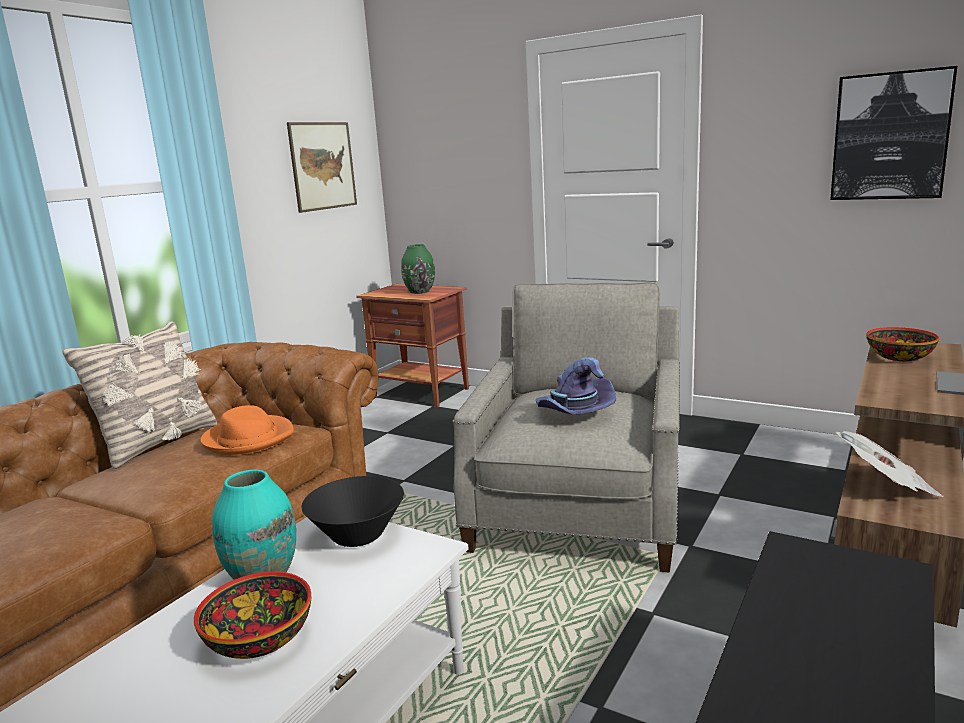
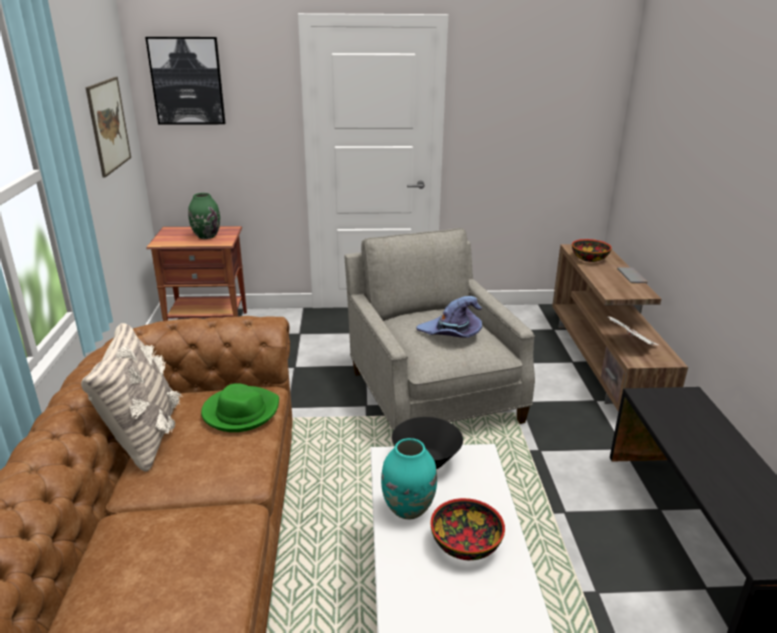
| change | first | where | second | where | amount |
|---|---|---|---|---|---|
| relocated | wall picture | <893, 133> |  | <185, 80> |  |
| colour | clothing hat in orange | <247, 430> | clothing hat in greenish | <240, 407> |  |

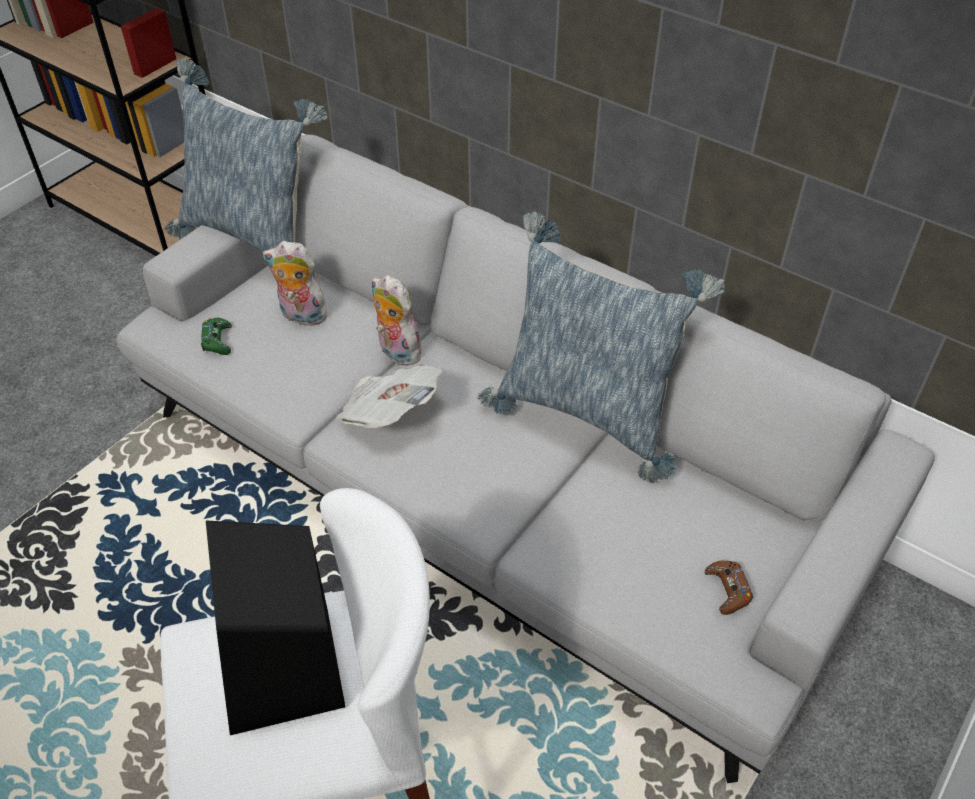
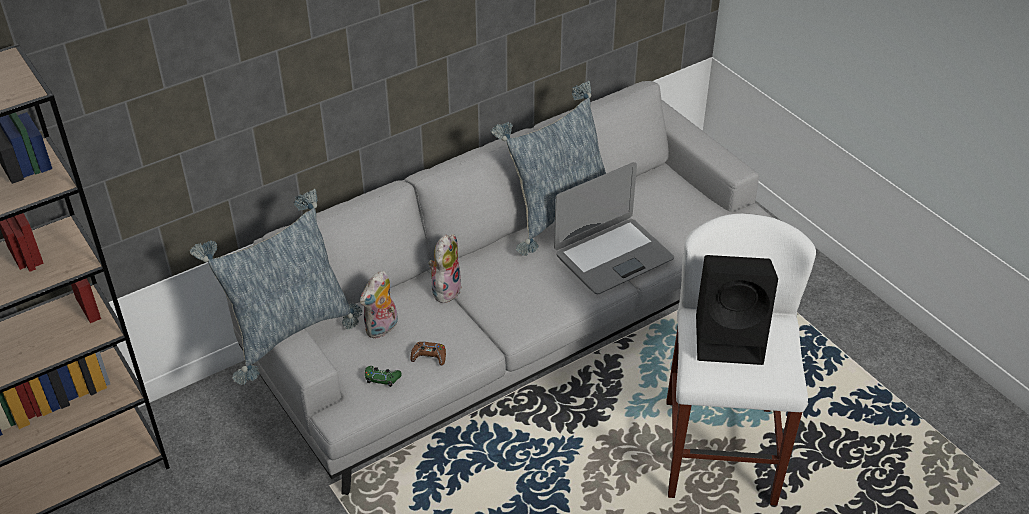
| change | first | where | second | where | amount |
|---|---|---|---|---|---|
| relocated | joypad in brown-coloured | <729, 588> |  | <428, 353> |  |
| spun | soft toy | <397, 320> |  | <445, 268> | 135 degrees clockwise |
| appeared |  |  | laptop | <614, 228> |  |
| missing | printed paper | <388, 396> |  |  |  |

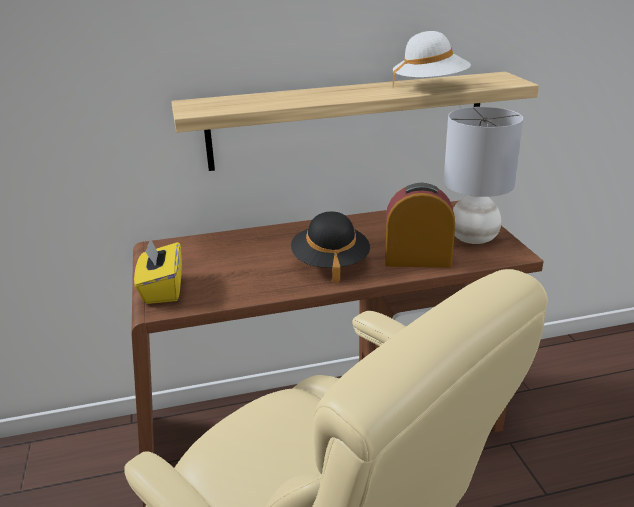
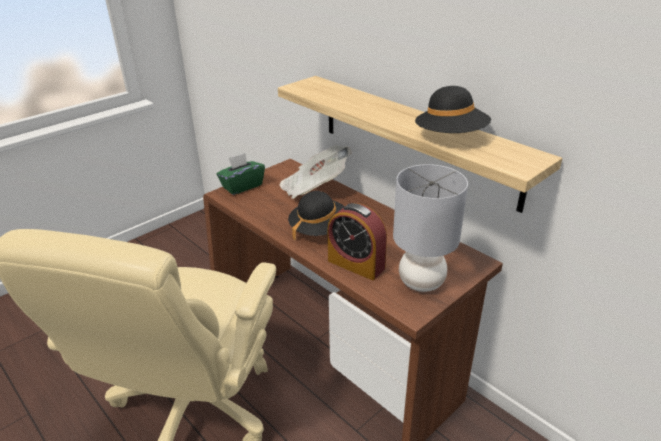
| change | first | where | second | where | amount |
|---|---|---|---|---|---|
| colour | tissue holder in yellow-coloured | <158, 271> | tissue holder in greenish | <241, 174> |  |
| appeared |  |  | printed paper | <315, 172> |  |
| spun | table clock | <420, 225> |  | <357, 241> | 150 degrees clockwise |
| colour | clothing hat in white | <432, 59> | clothing hat in blackish | <453, 109> |  |

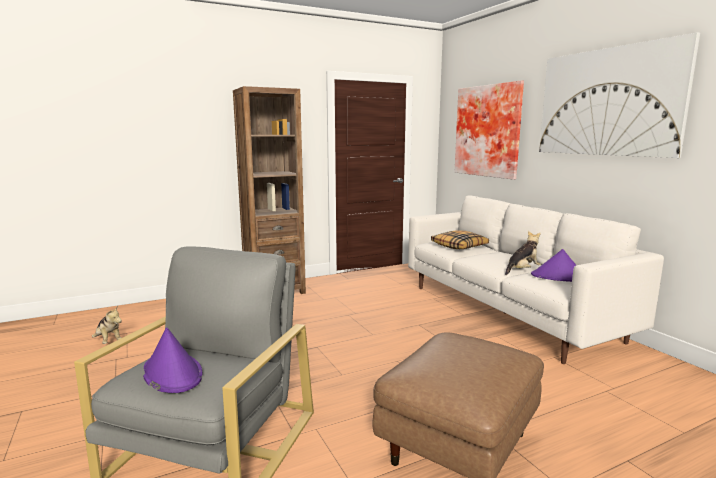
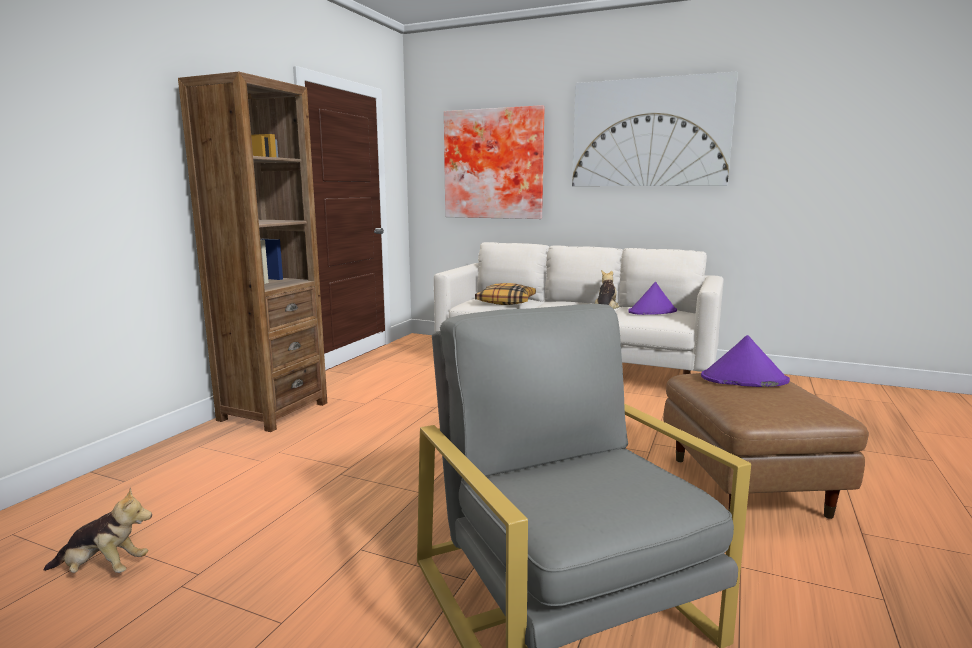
| change | first | where | second | where | amount |
|---|---|---|---|---|---|
| relocated | clothing hat in purplish | <172, 360> |  | <745, 361> |  |

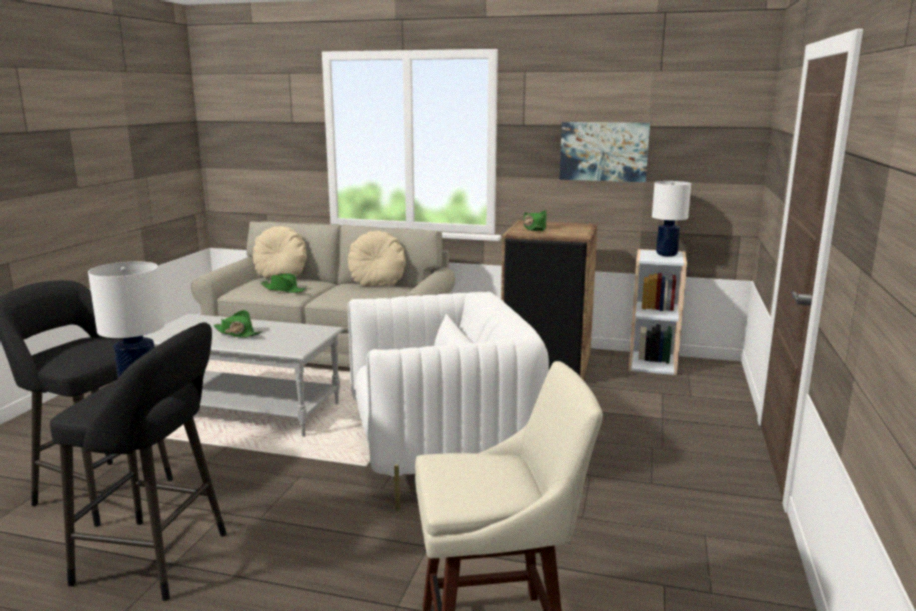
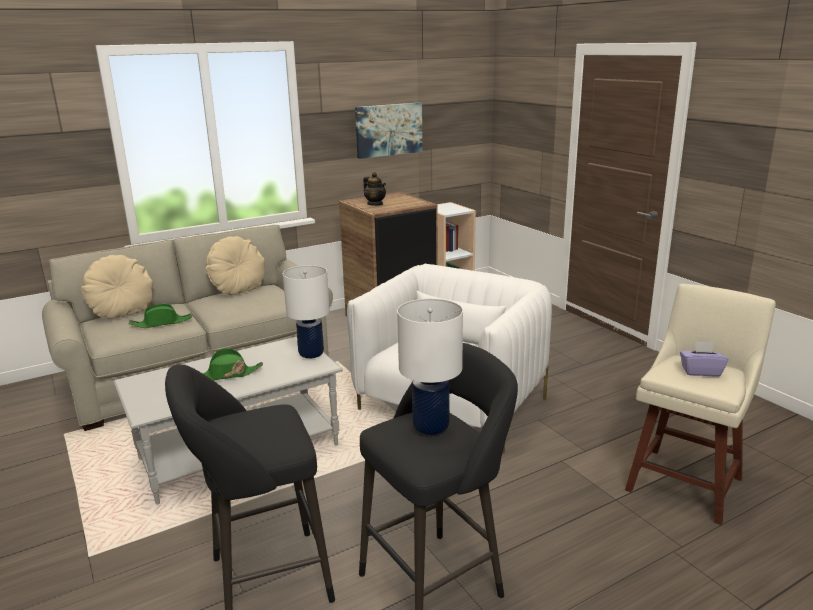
| change | first | where | second | where | amount |
|---|---|---|---|---|---|
| relocated | tabletop lamp in white | <671, 219> |  | <306, 311> |  |
| exchanged | clothing hat in greenish | <535, 220> | tea pot | <374, 189> |  |
| appeared |  |  | tissue holder in purplish | <704, 359> |  |

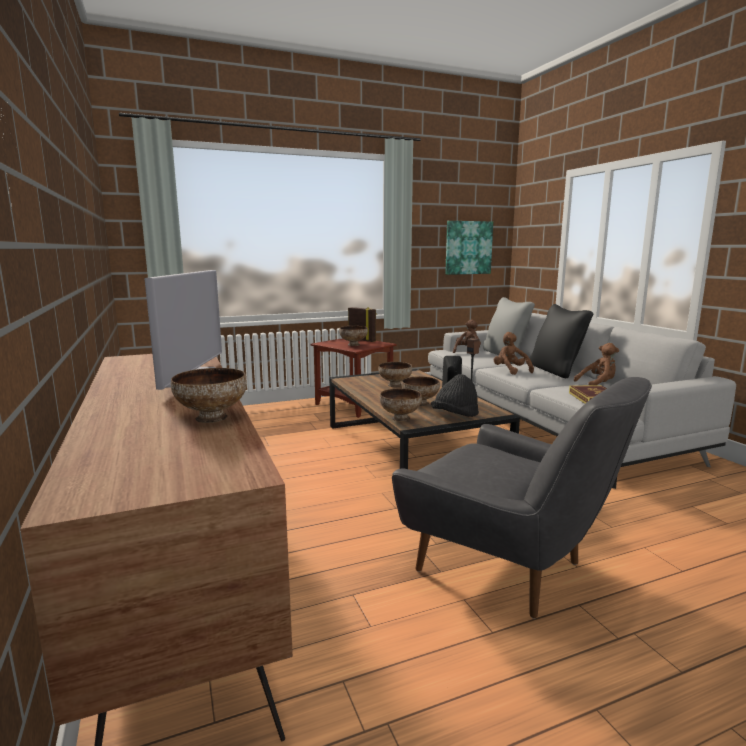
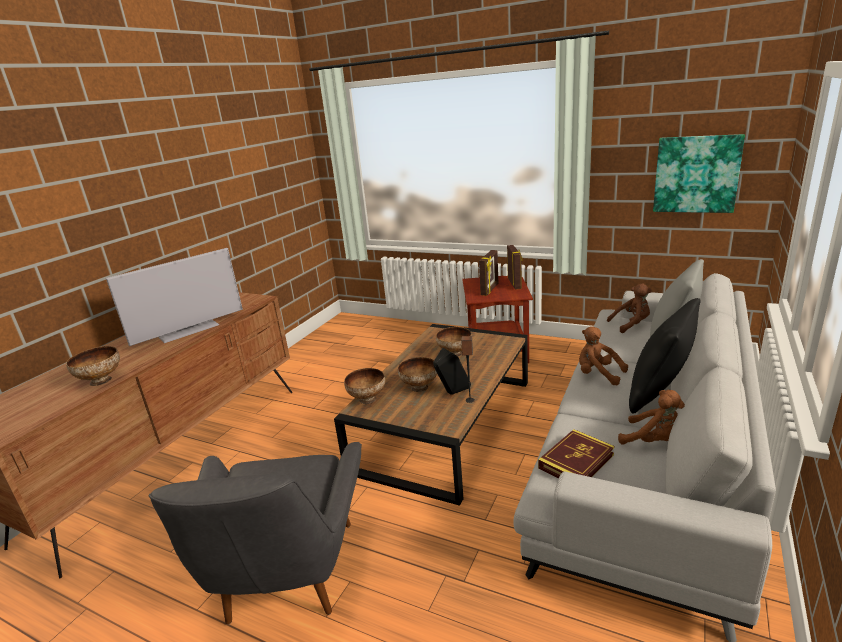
| change | first | where | second | where | amount |
|---|---|---|---|---|---|
| exchanged | deep dish | <353, 336> | photo frame | <488, 273> |  |
| spun | soft toy in brown-coloured | <514, 353> |  | <603, 356> | 75 degrees counterclockwise |
| missing | clothing hat in blackish | <455, 395> |  |  |  |

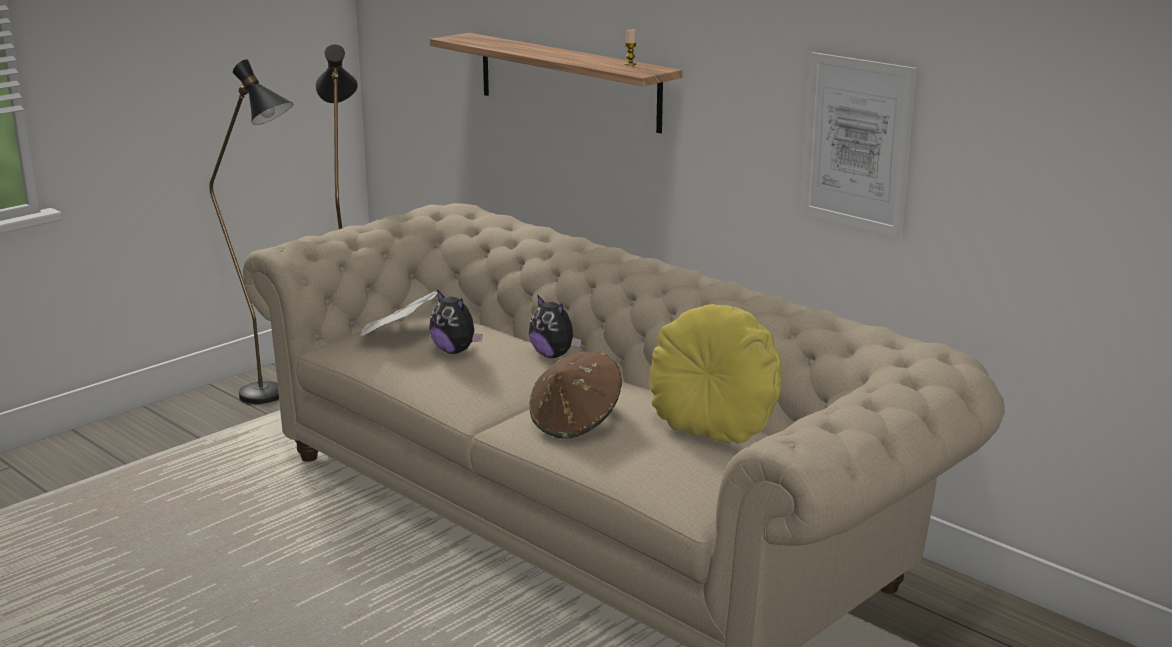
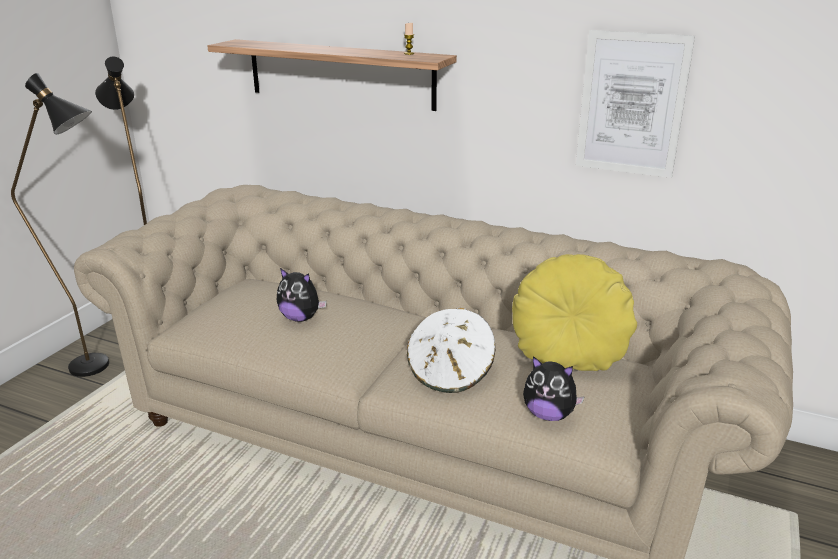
| change | first | where | second | where | amount |
|---|---|---|---|---|---|
| colour | clothing hat in brown-coloured | <575, 395> | clothing hat in white | <451, 350> |  |
| relocated | soft toy | <555, 326> |  | <554, 388> |  |
| missing | printed paper | <397, 315> |  |  |  |

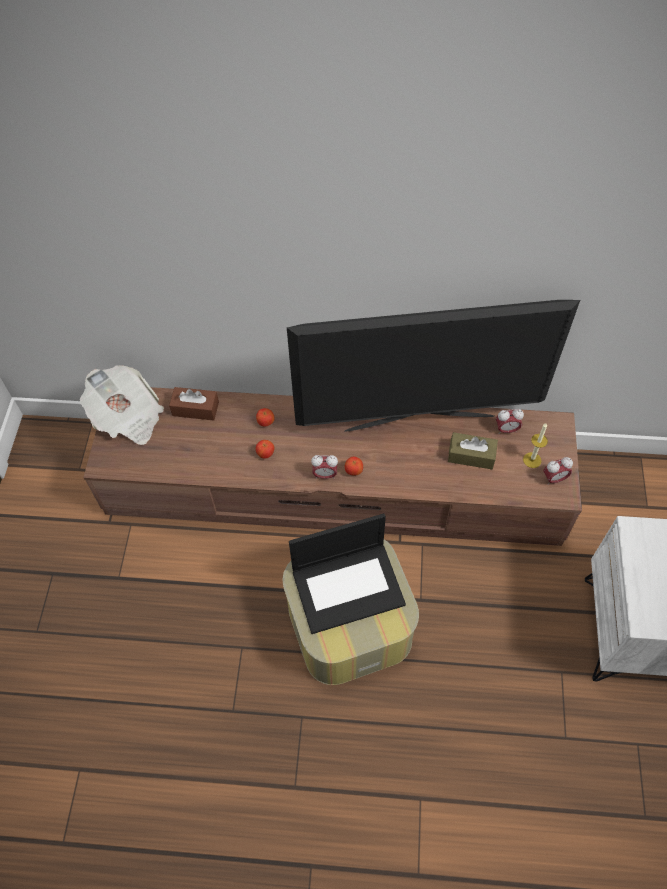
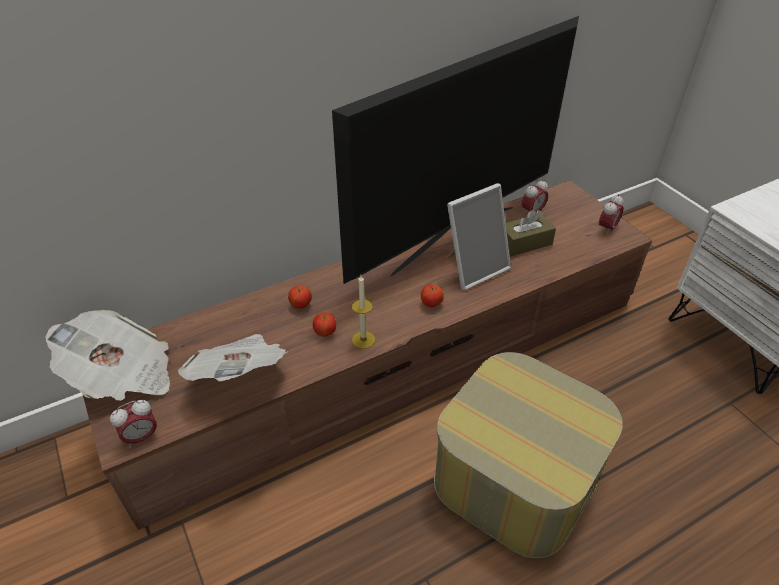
| change | first | where | second | where | amount |
|---|---|---|---|---|---|
| relocated | table clock | <324, 467> |  | <133, 424> |  |
| appeared |  |  | printed paper | <233, 358> |  |
| relocated | candle | <535, 445> |  | <363, 312> |  |
| appeared |  |  | photo frame | <479, 237> |  |
| missing | tissue holder in brown-coloured | <194, 404> |  |  |  |
| missing | laptop | <347, 573> |  |  |  |

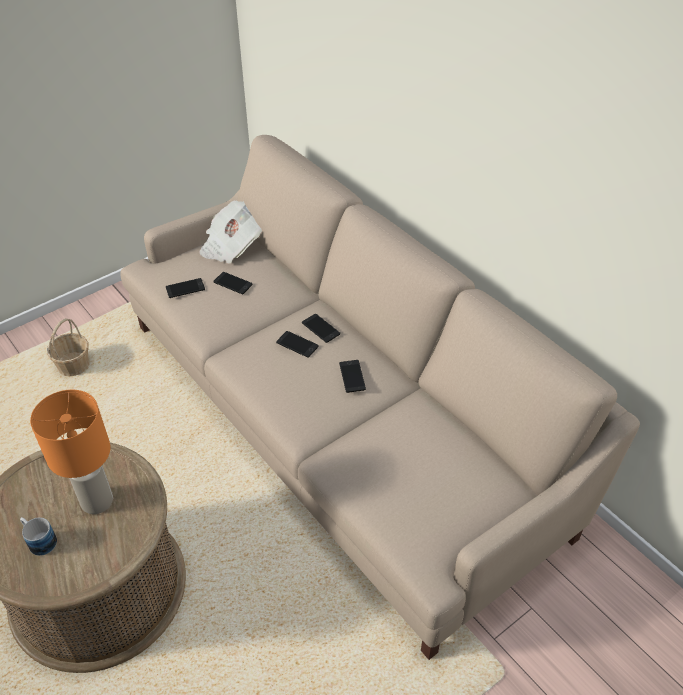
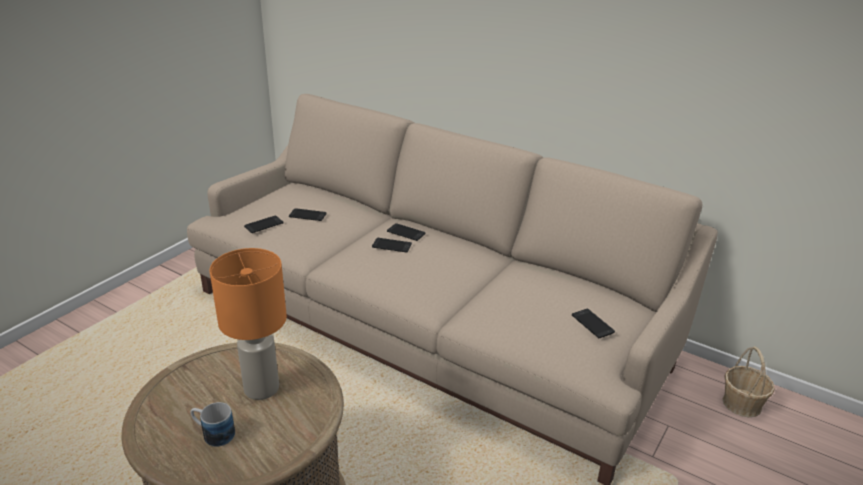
| change | first | where | second | where | amount |
|---|---|---|---|---|---|
| relocated | handset | <352, 376> |  | <593, 323> |  |
| relocated | household basket | <68, 347> |  | <749, 382> |  |
| missing | printed paper | <230, 232> |  |  |  |

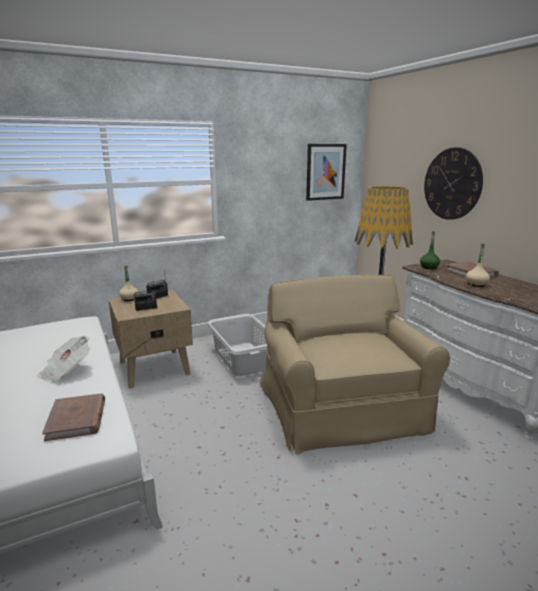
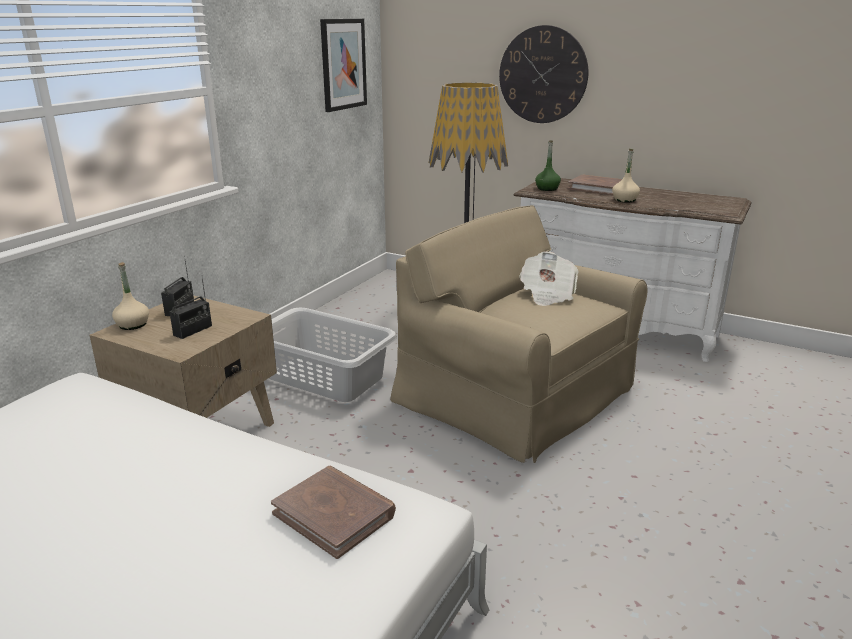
| change | first | where | second | where | amount |
|---|---|---|---|---|---|
| relocated | printed paper | <63, 358> |  | <549, 278> |  |

